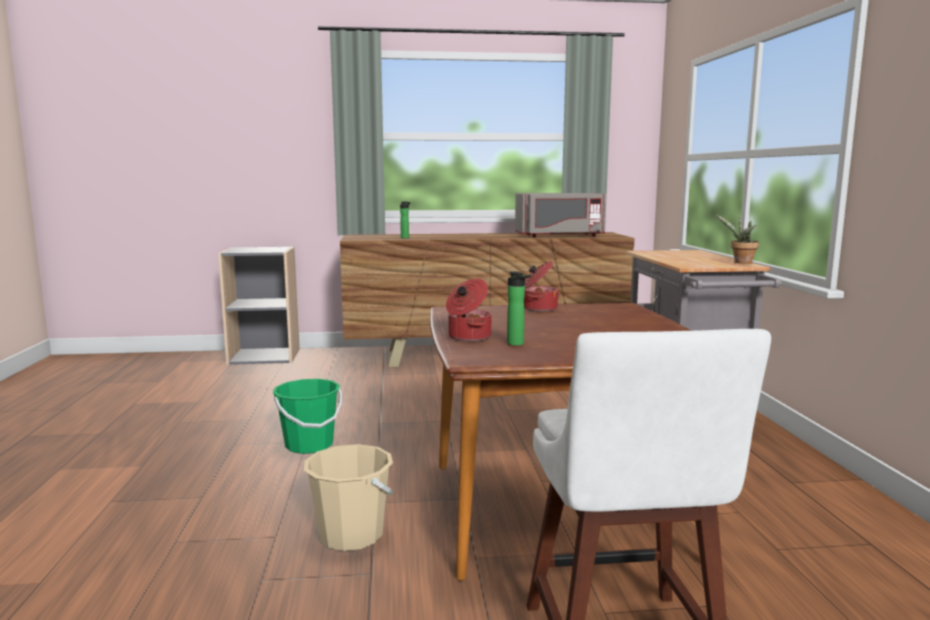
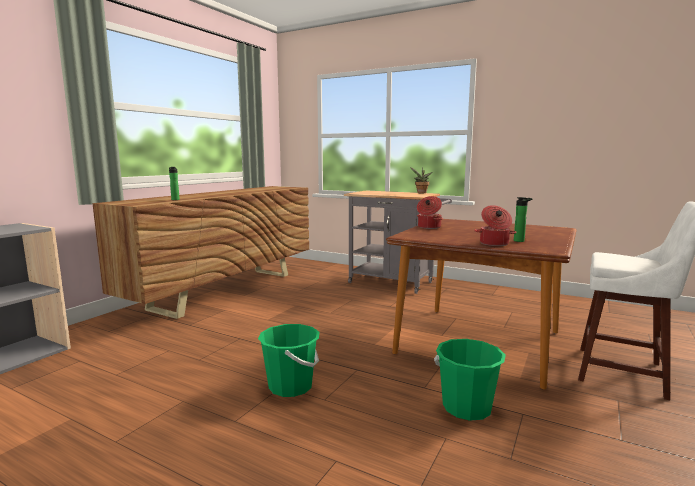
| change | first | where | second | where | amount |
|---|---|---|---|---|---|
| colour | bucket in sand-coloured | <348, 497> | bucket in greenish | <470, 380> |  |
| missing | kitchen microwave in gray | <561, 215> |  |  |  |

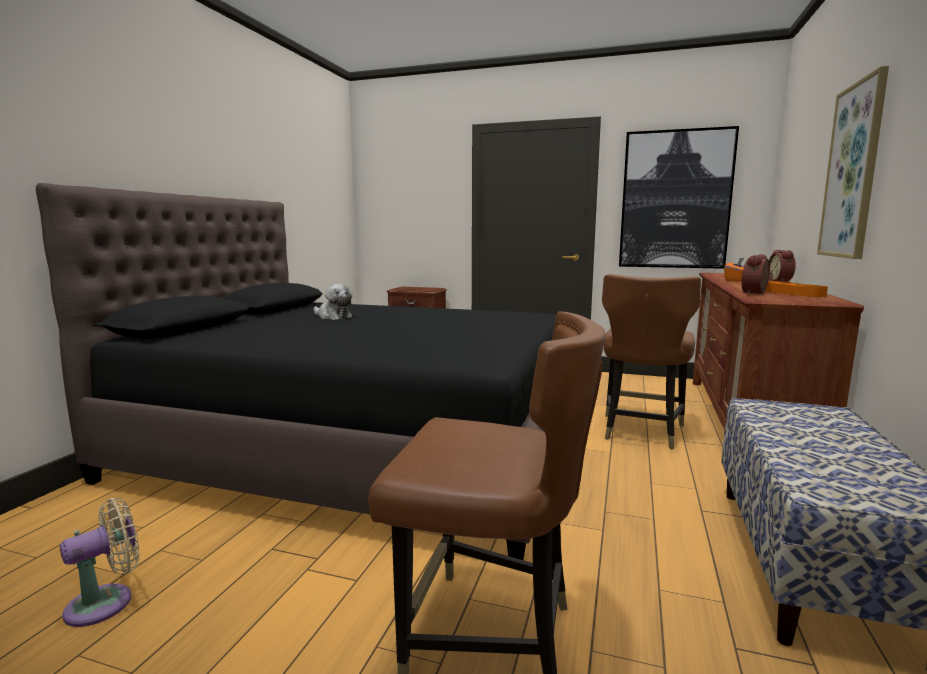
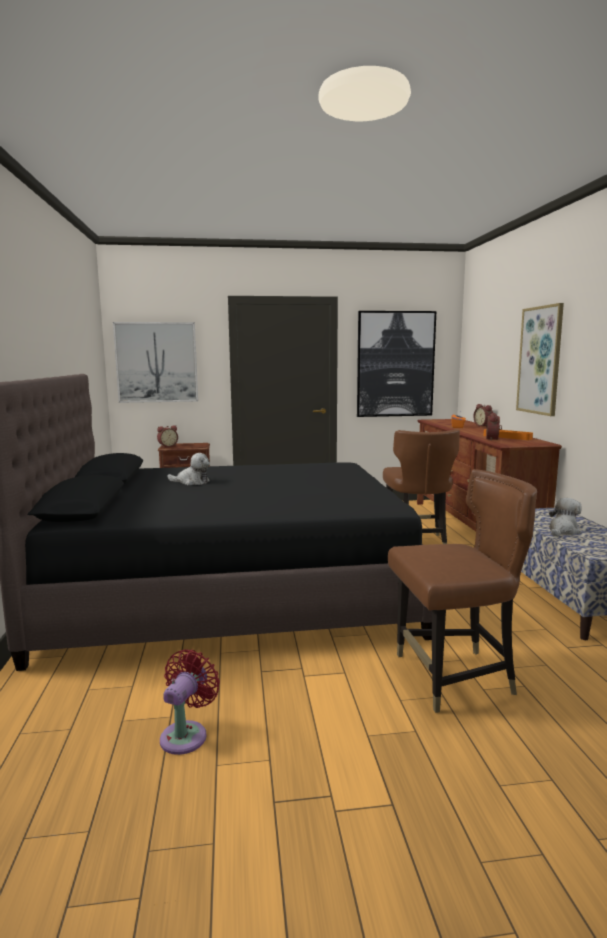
| change | first | where | second | where | amount |
|---|---|---|---|---|---|
| appeared |  |  | wall picture | <155, 362> |  |
| appeared |  |  | table clock | <167, 436> |  |
| colour | fan in sand-coloured | <100, 562> | fan in red-coloured | <190, 702> |  |
| appeared |  |  | soft toy | <565, 517> |  |

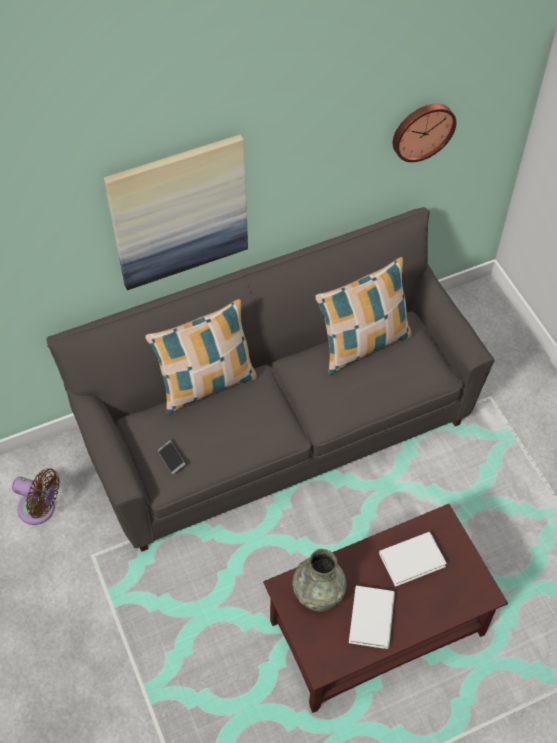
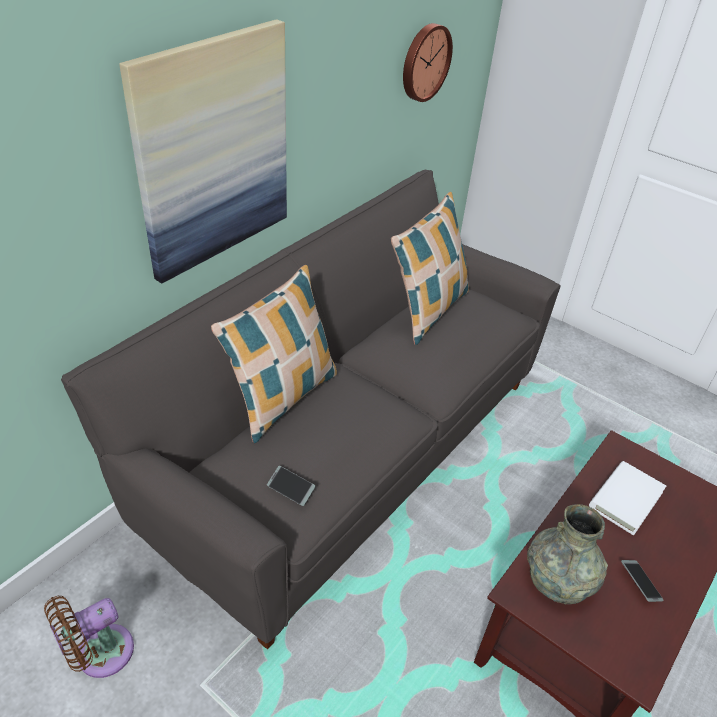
| change | first | where | second | where | amount |
|---|---|---|---|---|---|
| spun | fan in brown-coloured | <36, 496> |  | <89, 637> | 150 degrees clockwise |
| exchanged | volume in white | <372, 617> | handset | <642, 581> |  |

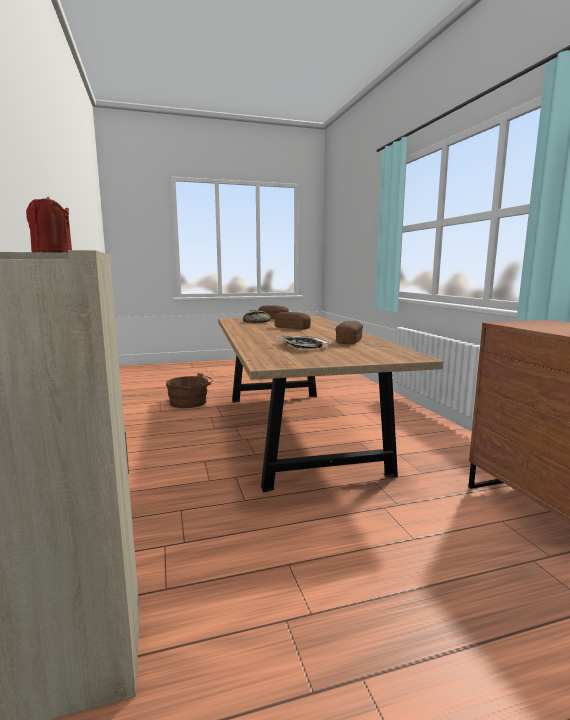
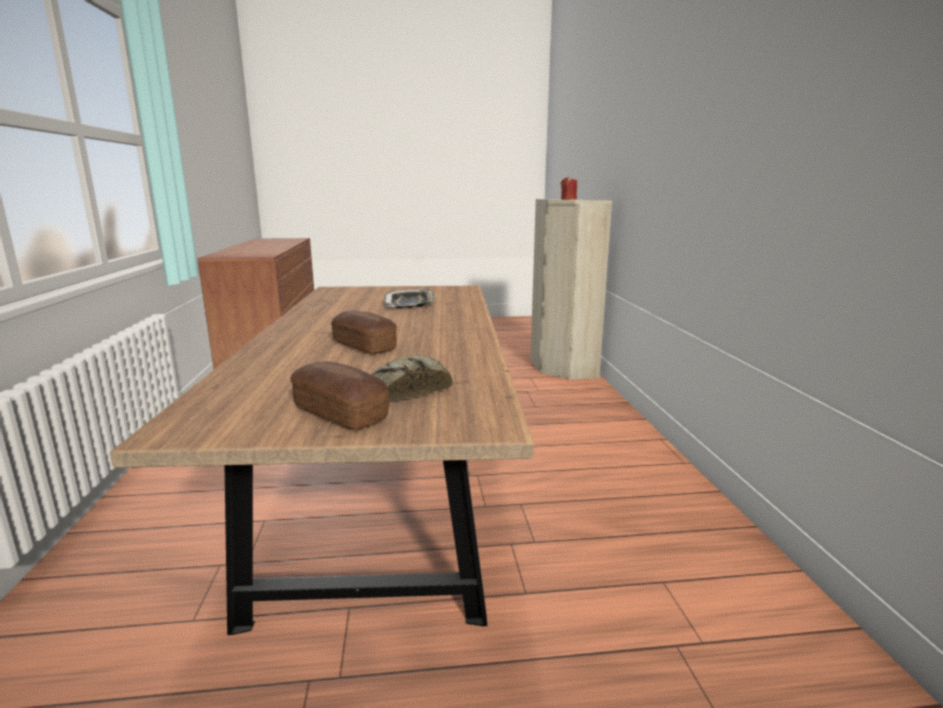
| change | first | where | second | where | amount |
|---|---|---|---|---|---|
| missing | bucket in brown-coloured | <189, 390> |  |  |  |
| missing | bakery bread | <349, 332> |  |  |  |

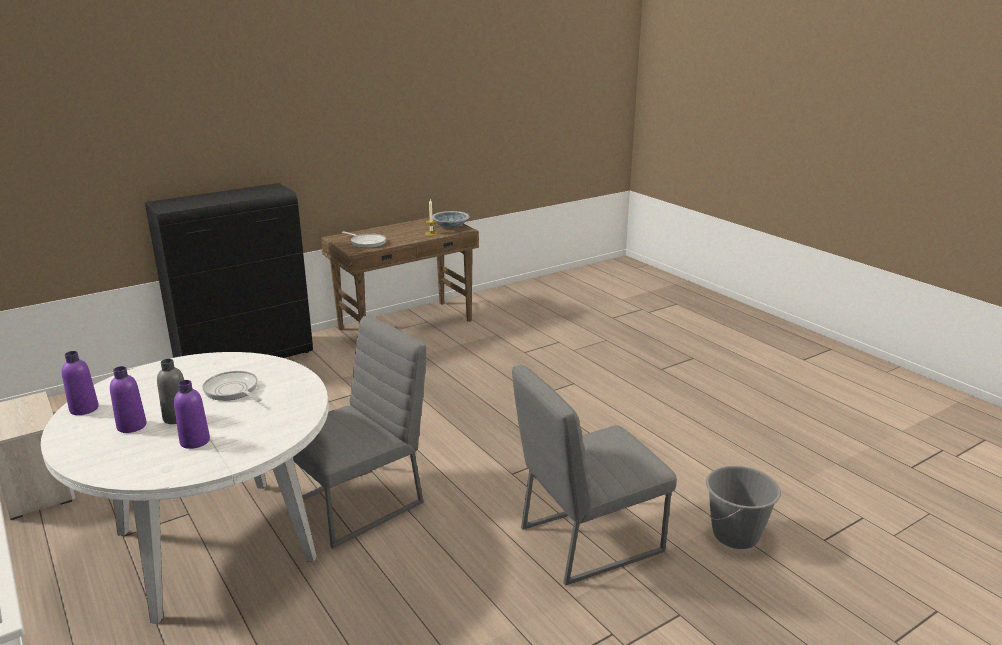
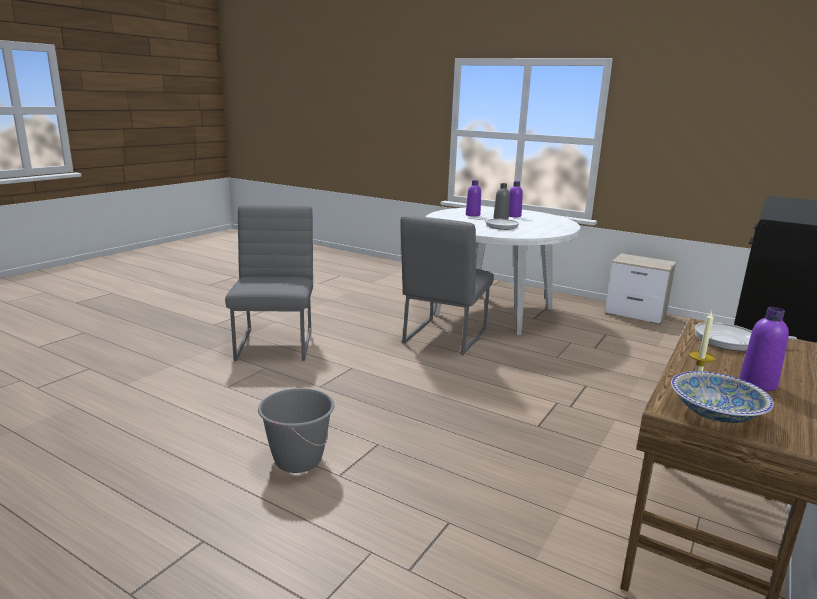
| change | first | where | second | where | amount |
|---|---|---|---|---|---|
| spun | plain chair in gray | <594, 475> |  | <269, 283> | 45 degrees counterclockwise |
| relocated | bucket in gray | <743, 507> |  | <296, 430> |  |
| relocated | bottle in purplish | <80, 383> |  | <764, 349> |  |

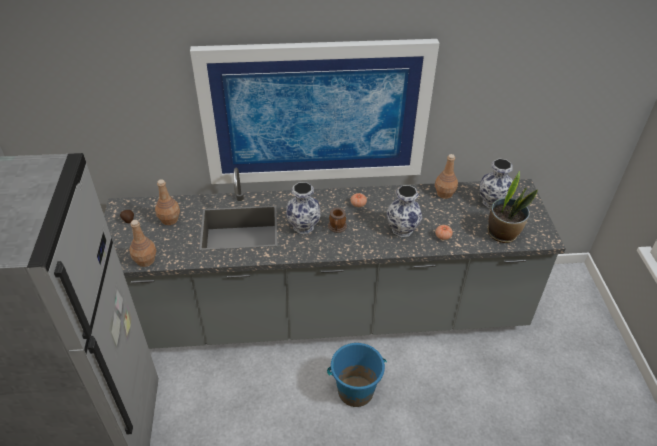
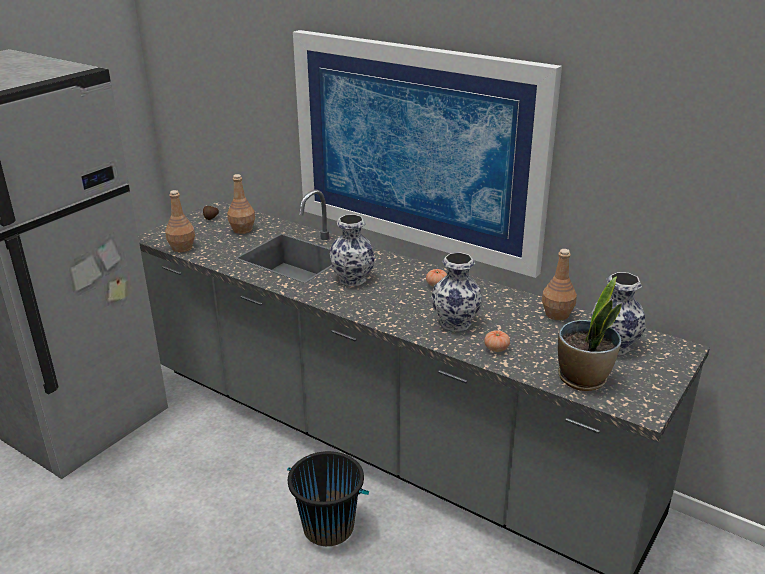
| change | first | where | second | where | amount |
|---|---|---|---|---|---|
| colour | bucket in blue-coloured | <357, 375> | bucket in blackish | <328, 498> |  |
| missing | tea mug | <337, 220> |  |  |  |

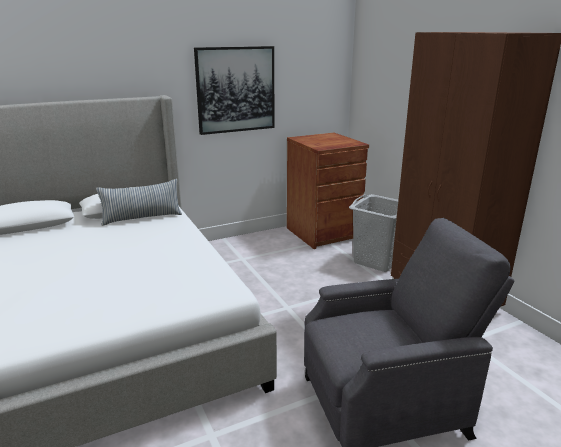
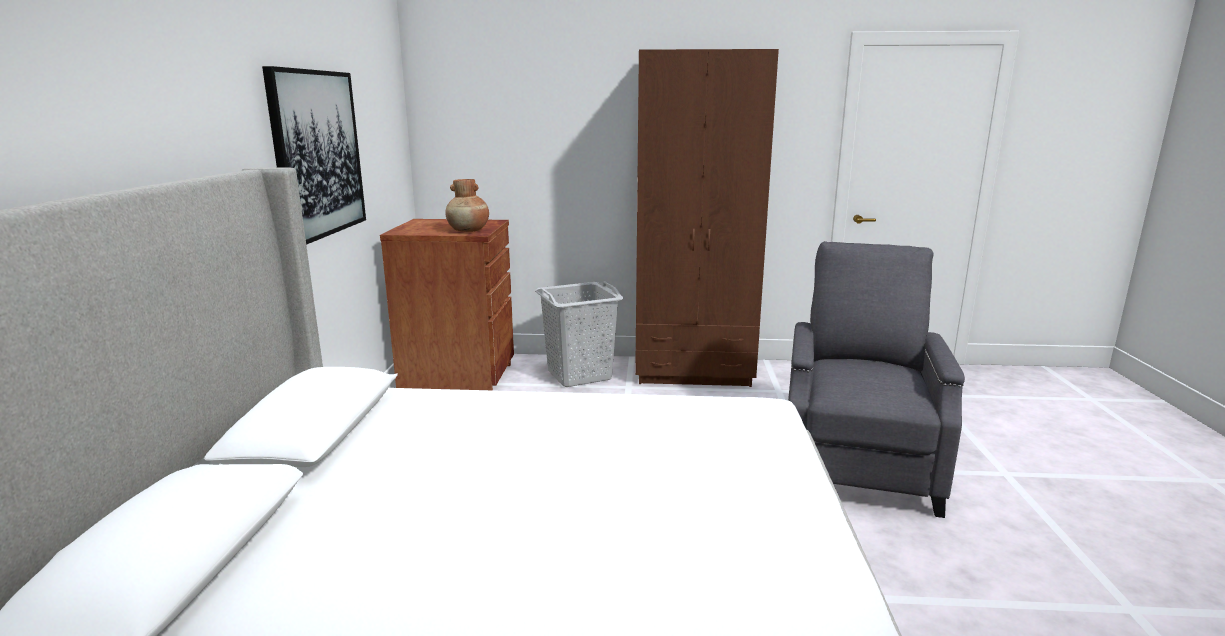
| change | first | where | second | where | amount |
|---|---|---|---|---|---|
| appeared |  |  | decorative vase in brown-coloured | <467, 205> |  |
| missing | pillow | <139, 202> |  |  |  |

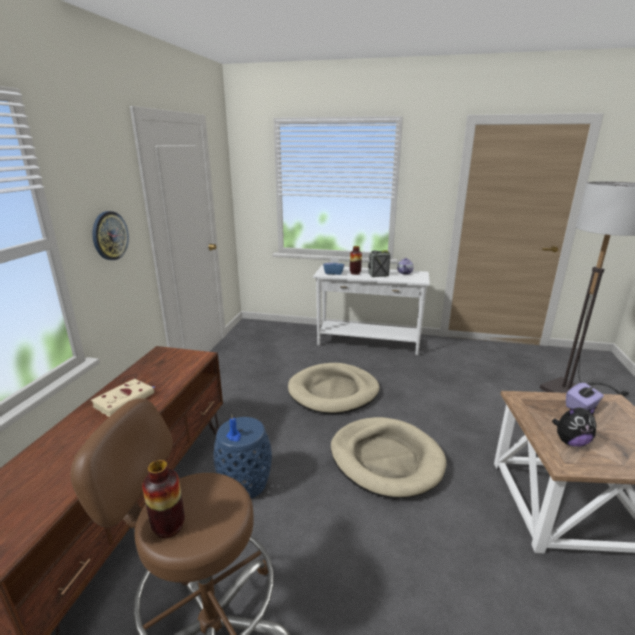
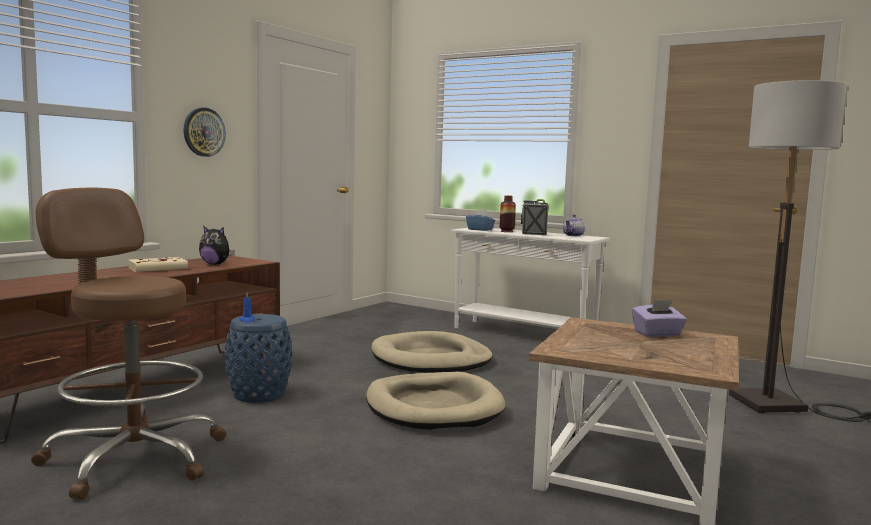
| change | first | where | second | where | amount |
|---|---|---|---|---|---|
| relocated | soft toy | <574, 427> |  | <217, 245> |  |
| missing | decorative vase | <163, 499> |  |  |  |

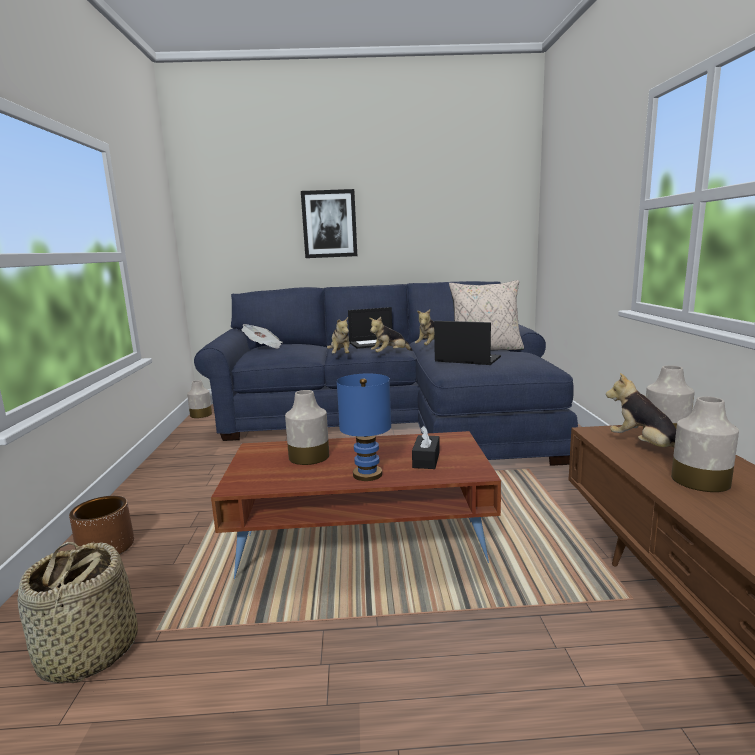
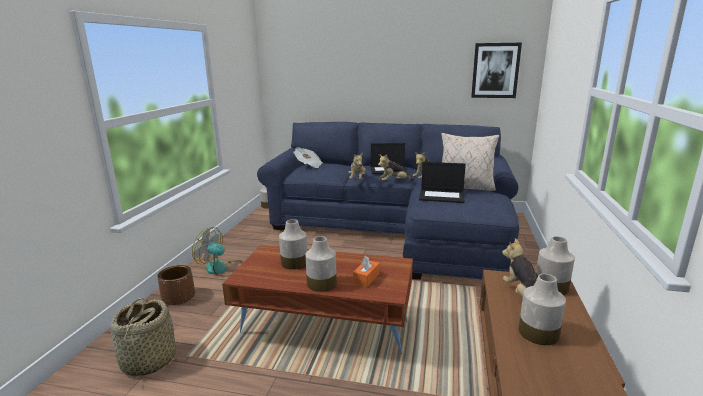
| change | first | where | second | where | amount |
|---|---|---|---|---|---|
| appeared |  |  | fan | <217, 252> |  |
| exchanged | tabletop lamp in blue-coloured | <364, 427> | decorative vase in sand-coloured | <321, 264> |  |
| colour | tissue holder in blackish | <426, 447> | tissue holder in orange | <366, 271> |  |
| spun | laptop | <467, 343> |  | <442, 182> | 150 degrees clockwise |
| relocated | wall picture | <329, 223> |  | <496, 70> |  |

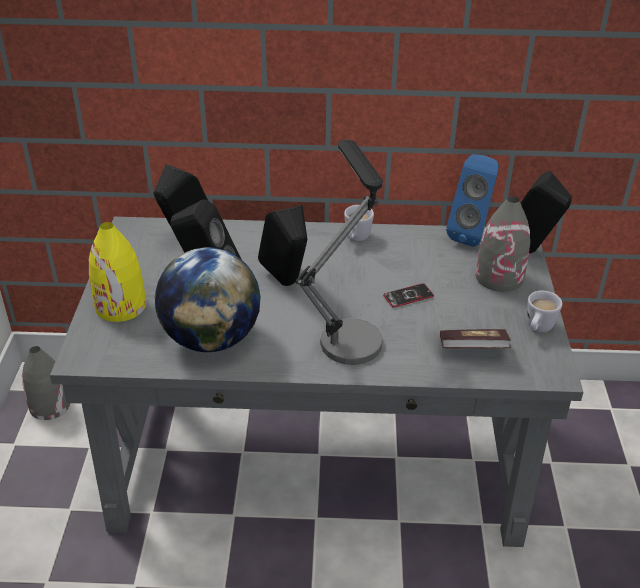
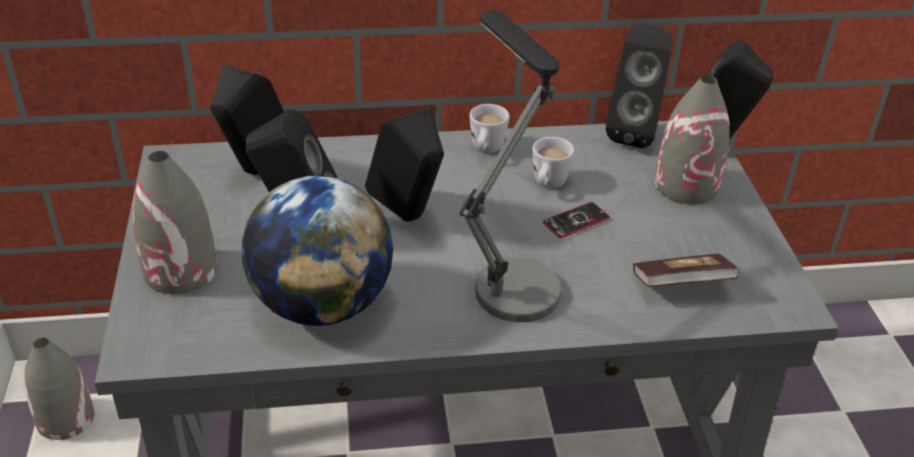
| change | first | where | second | where | amount |
|---|---|---|---|---|---|
| colour | decorative vase in yellow-coloured | <117, 272> | decorative vase in gray | <175, 222> |  |
| relocated | tea mug in white | <544, 311> |  | <553, 162> |  |
| colour | speaker in blue-coloured | <472, 200> | speaker in blackish | <639, 86> |  |

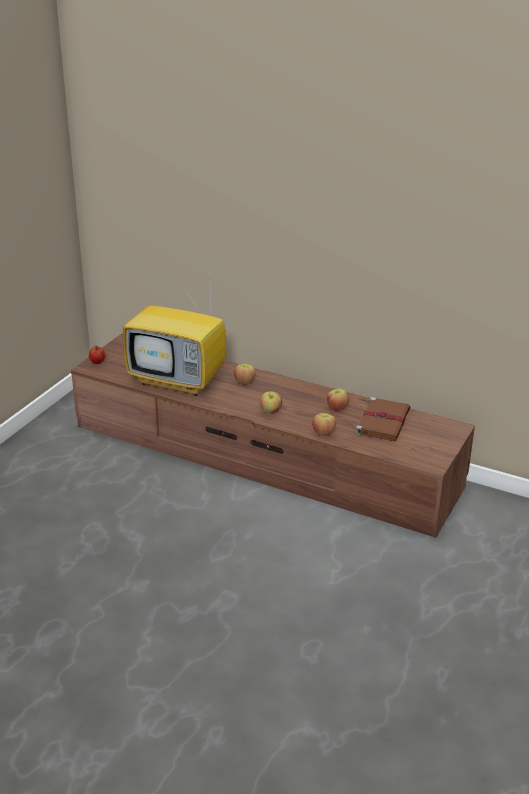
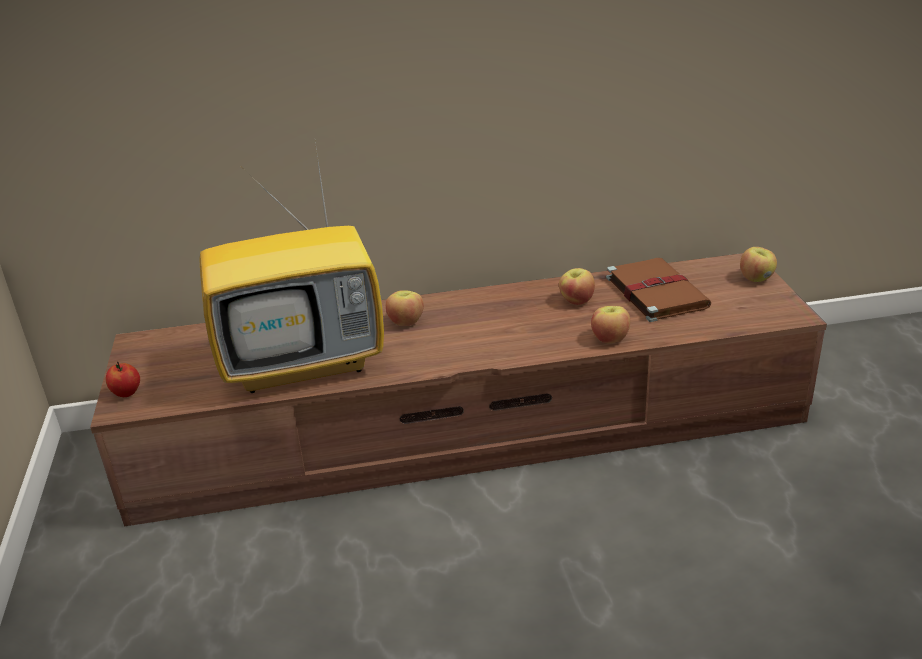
| change | first | where | second | where | amount |
|---|---|---|---|---|---|
| relocated | apple fruit | <271, 402> |  | <758, 264> |  |

